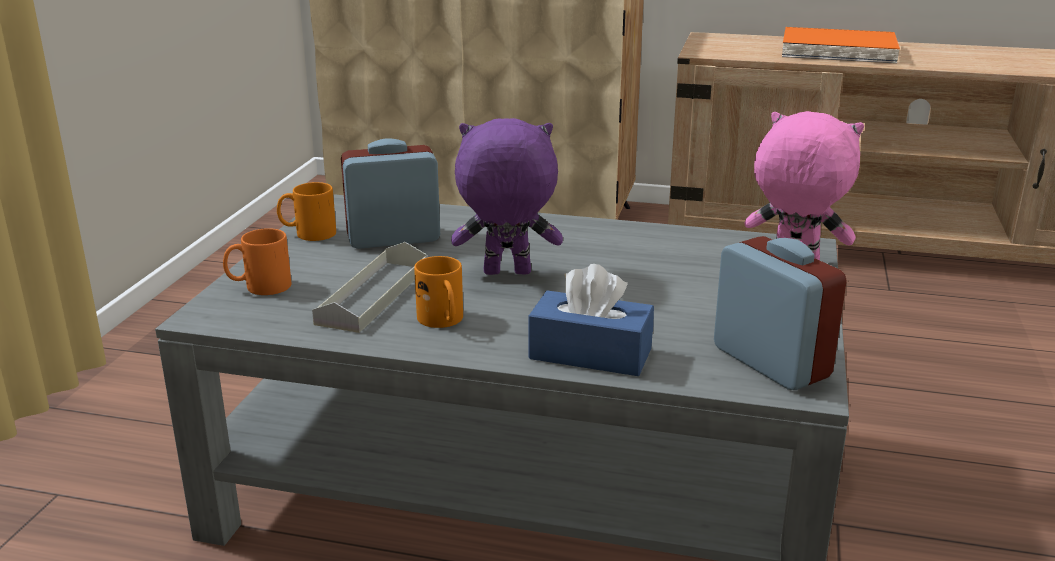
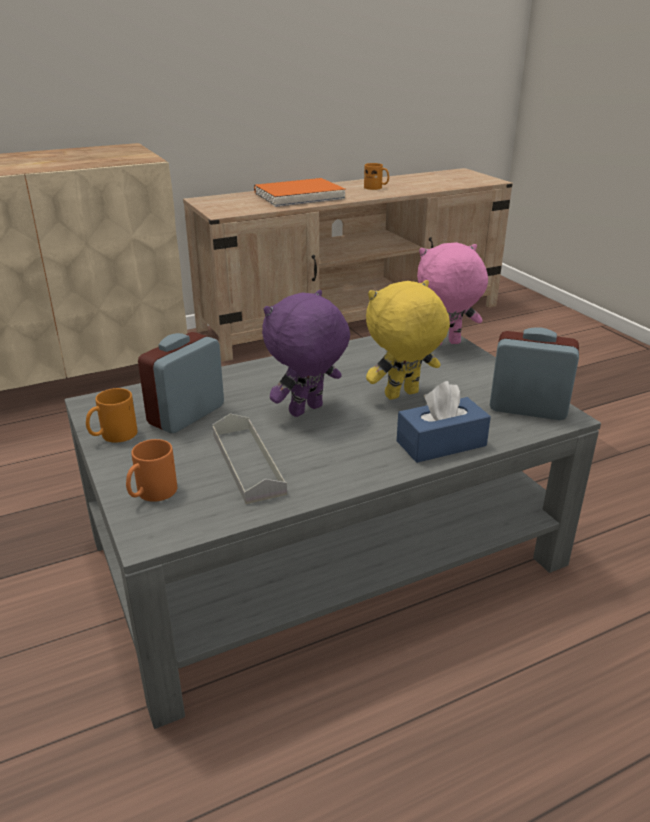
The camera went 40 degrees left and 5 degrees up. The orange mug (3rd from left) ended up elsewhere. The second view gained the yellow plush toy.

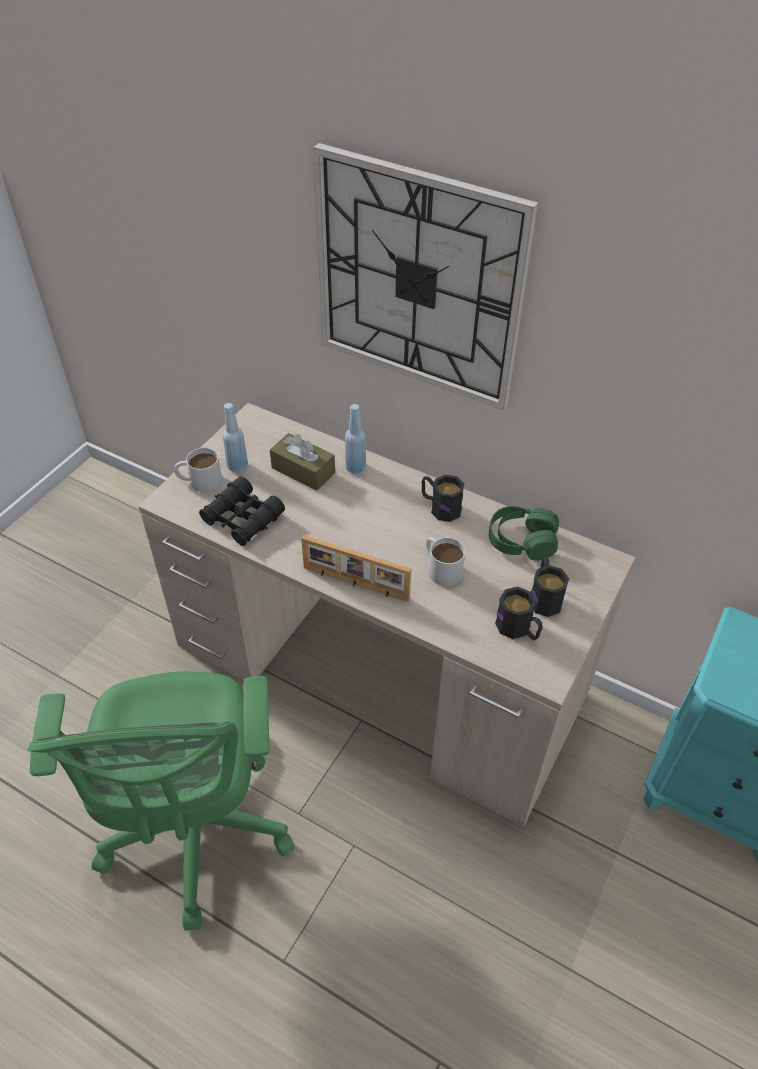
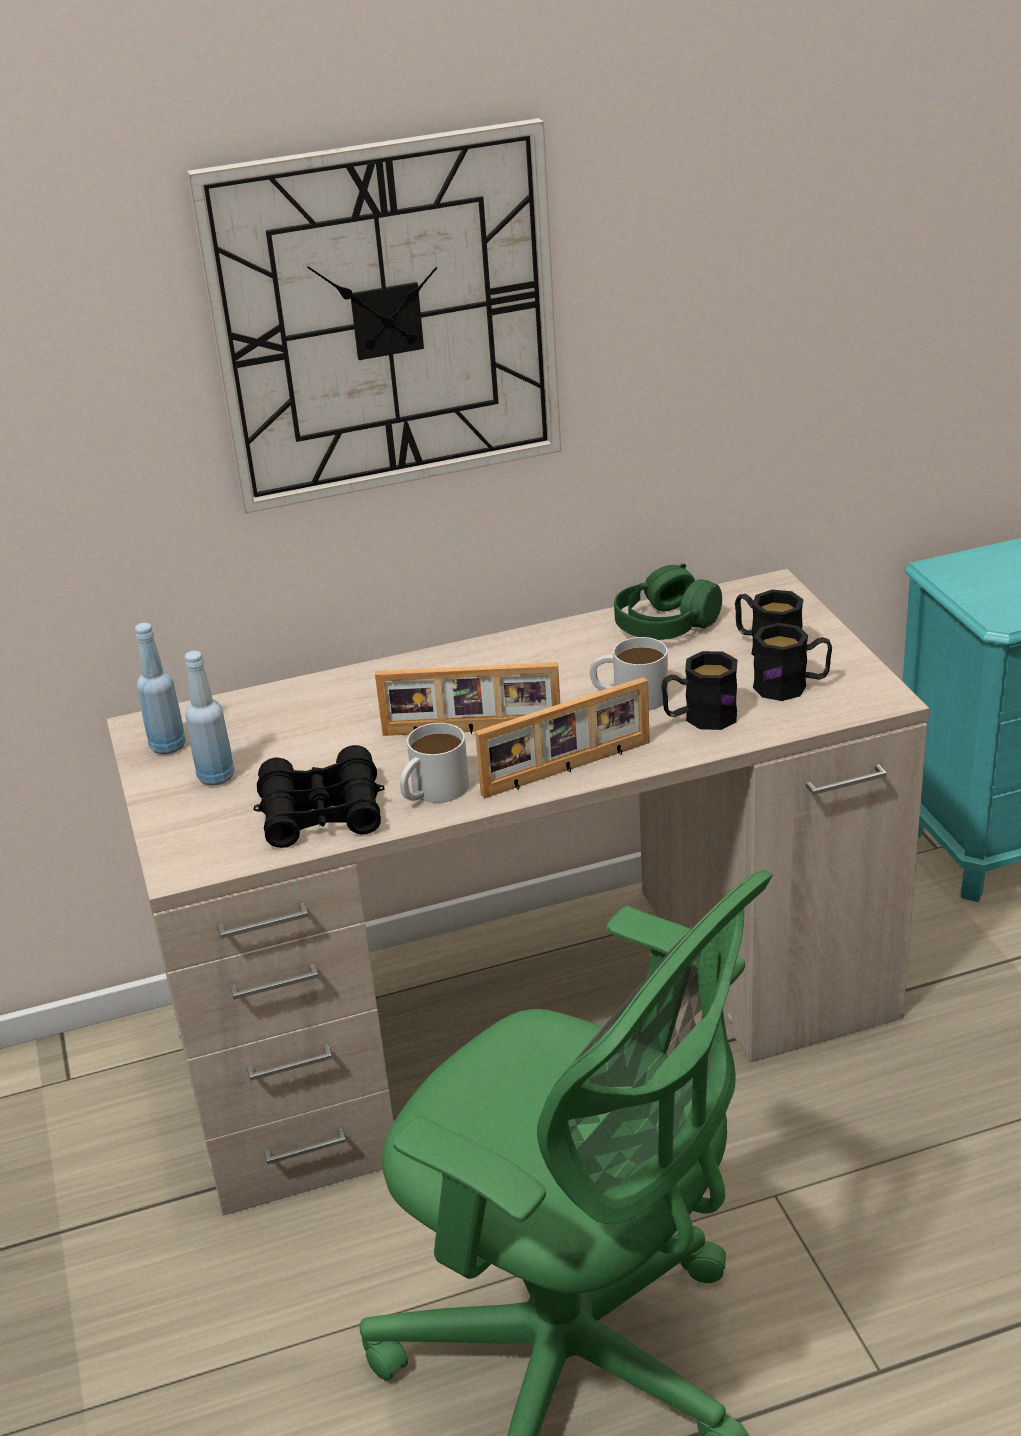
The camera went 45 degrees left and 15 degrees down. The blue bottle (2nd from left in the first image) ended up elsewhere. The second view lost the brown tissue box. The white mug (1st from left) ended up elsewhere. The black mug (1st from left) ended up elsewhere. The second view gained the picture frame (1st from left).

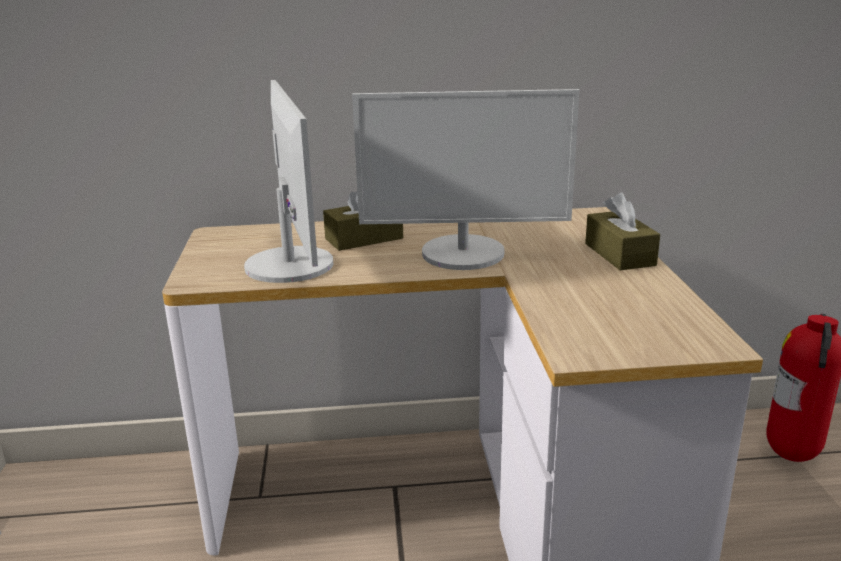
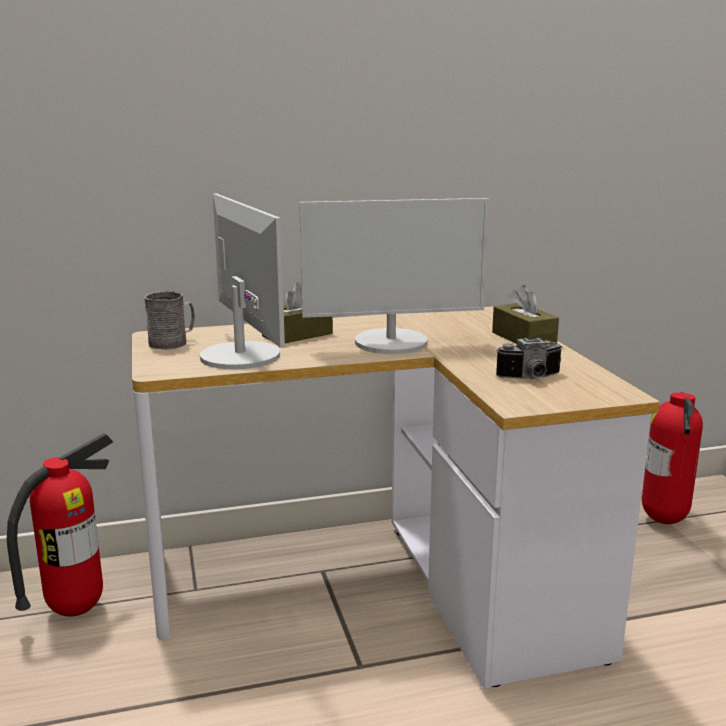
The camera went 10 degrees left and 5 degrees down. The second view gained the grey mug. The second view gained the photo camera. The second view gained the fire extinguisher (1st from left).

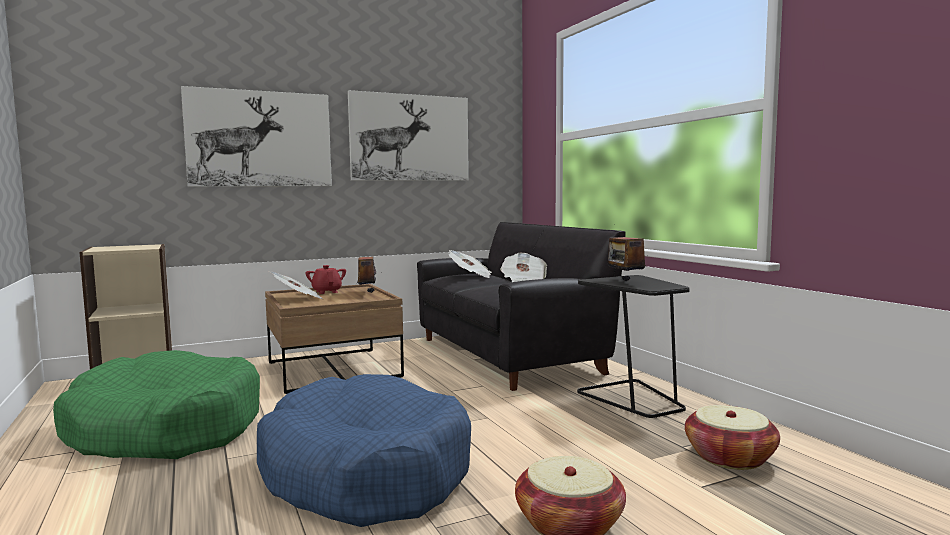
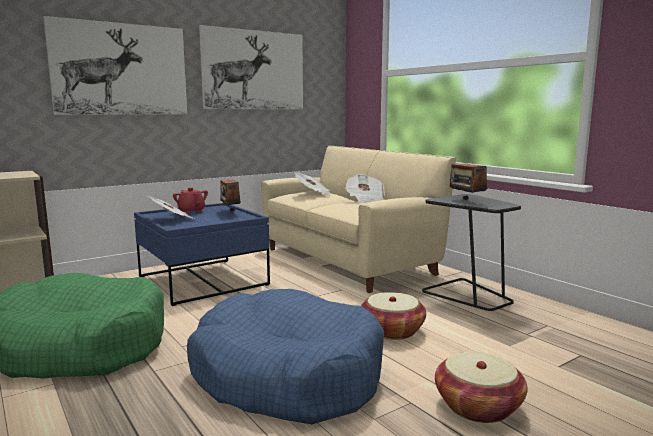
The camera went 10 degrees left and 5 degrees up. What was the black sofa turned into the beige sofa. What was the brown coffee table turned into the blue coffee table. The basket (2nd from left in the first image) ended up elsewhere.

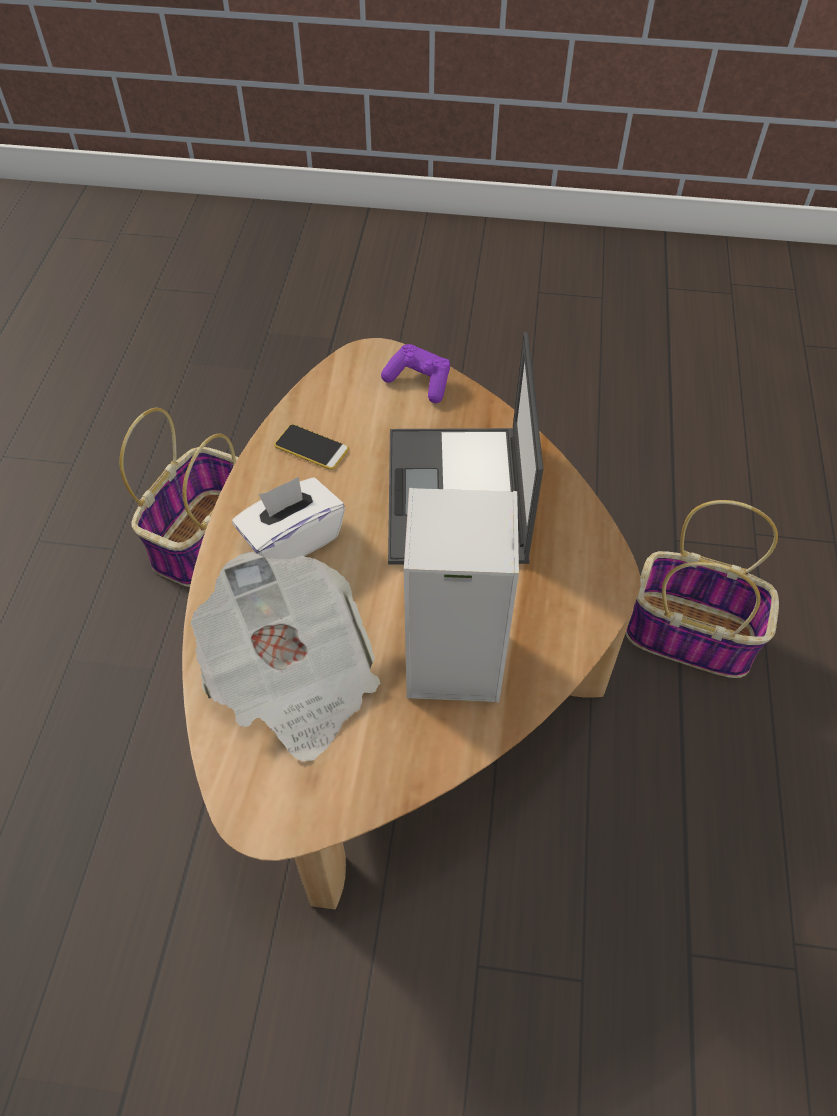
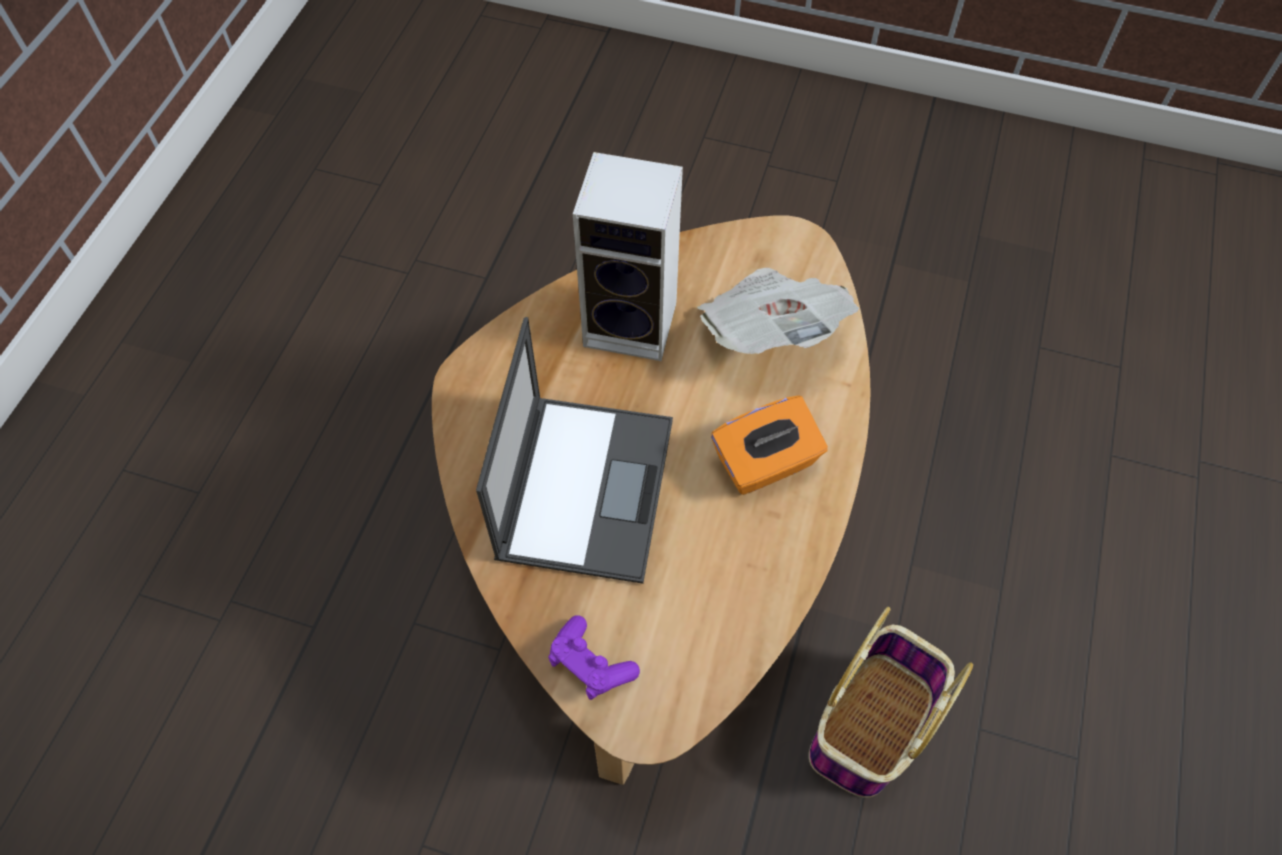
The camera went 170 degrees left and 5 degrees up. The second view lost the phone. What was the white tissue box turned into the orange tissue box. The second view lost the basket (2nd from left).

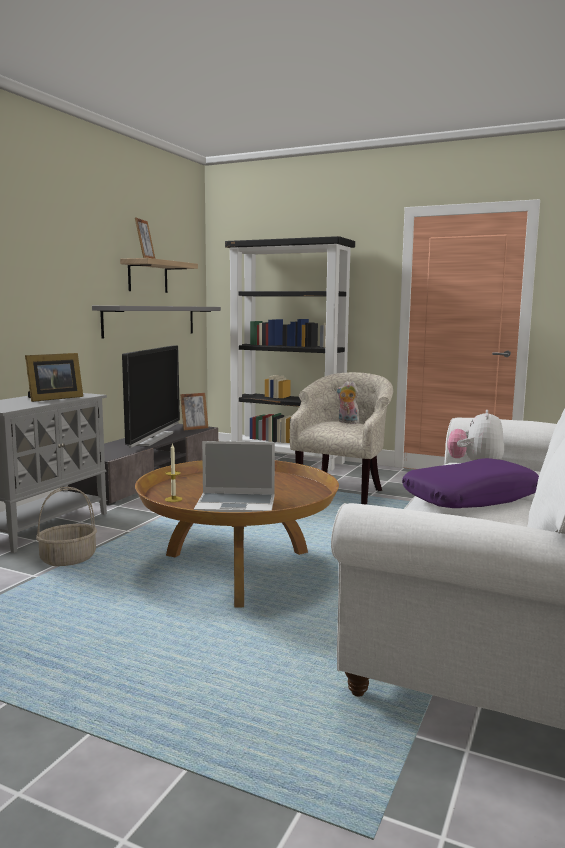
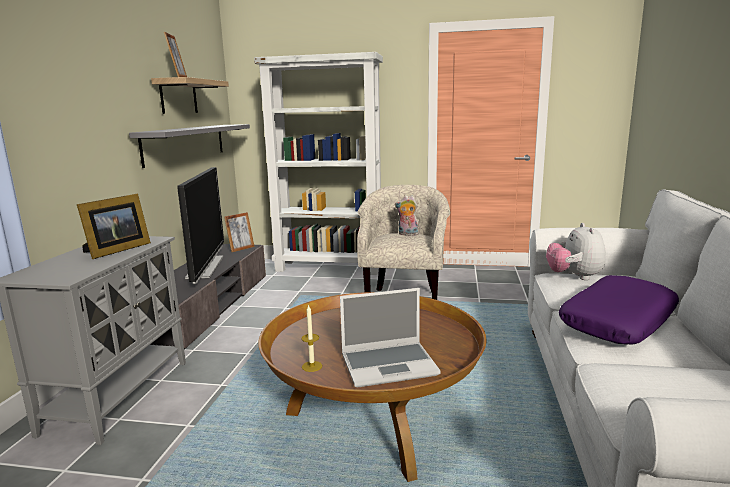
The camera went 15 degrees left and 5 degrees up. What was the black bookcase turned into the white bookcase. The second view lost the basket.

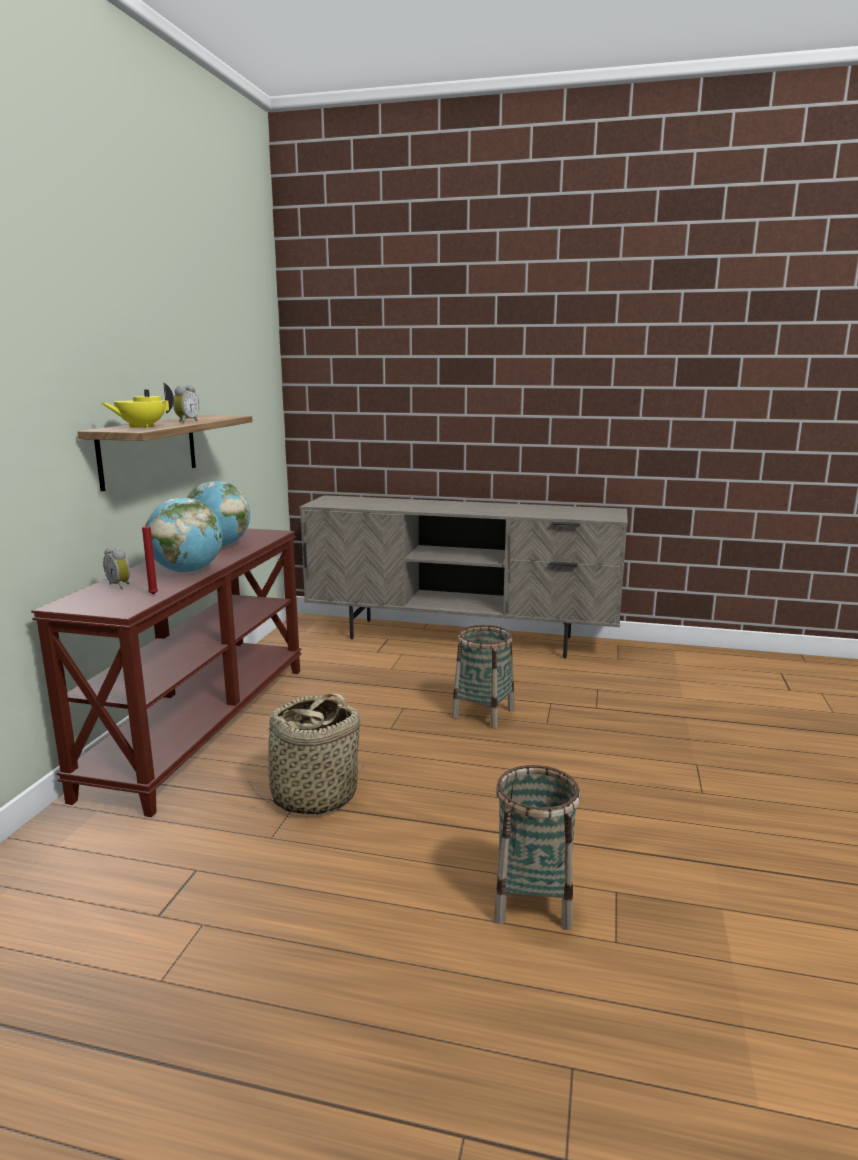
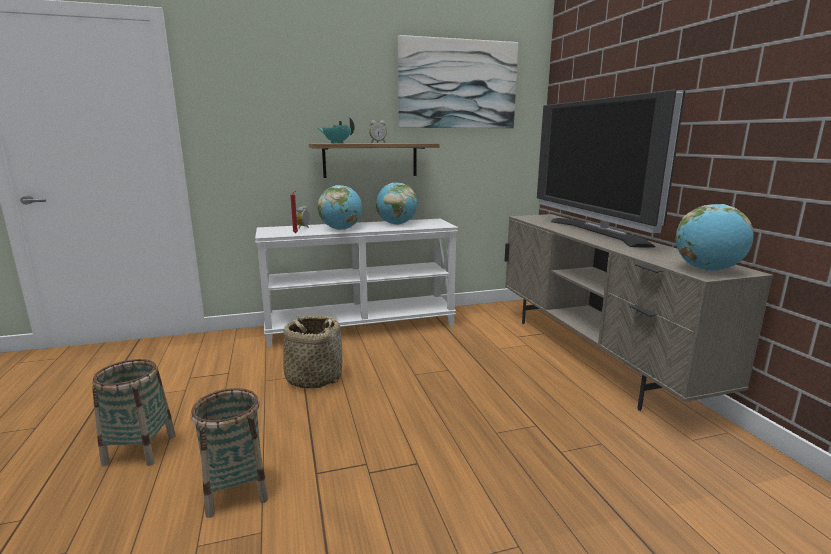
The camera went 60 degrees right and 0 degrees up. What was the yellow teapot turned into the turquoise teapot. What was the brown console table turned into the white console table. The basket (2nd from left in the first image) ended up elsewhere. The second view gained the picture. The second view gained the television. The second view gained the globe (3rd from left).

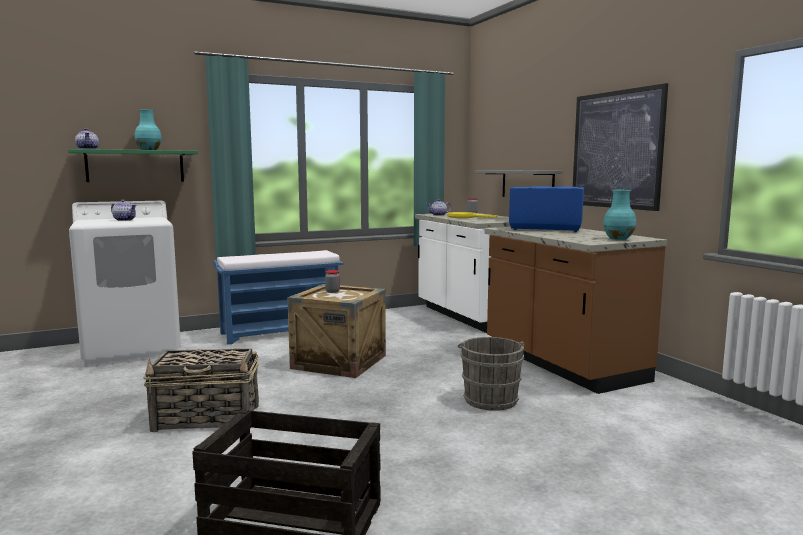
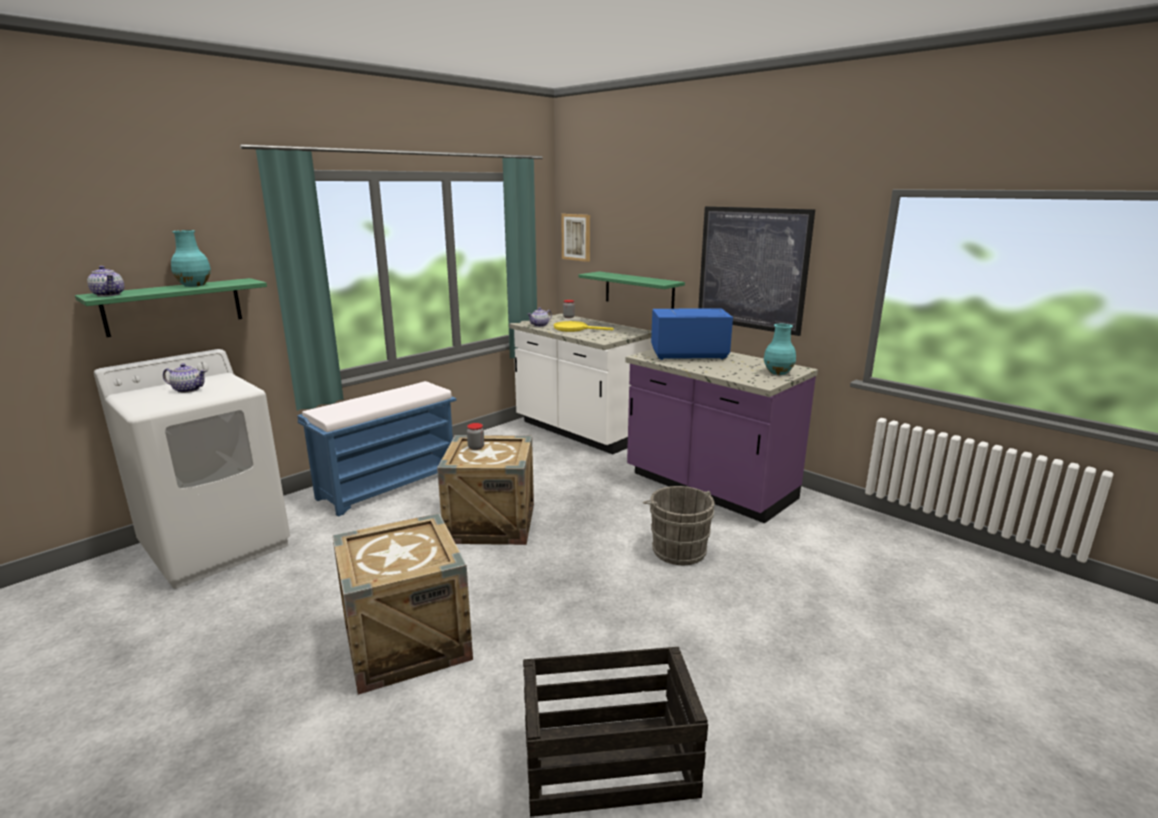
The camera went 20 degrees left and 10 degrees up. What was the grey shelf turned into the green shelf (2nd from left). What was the brown counter turned into the purple counter. Where the basket stood, the crate (1st from left) came to stand. The second view gained the picture (1st from left).

